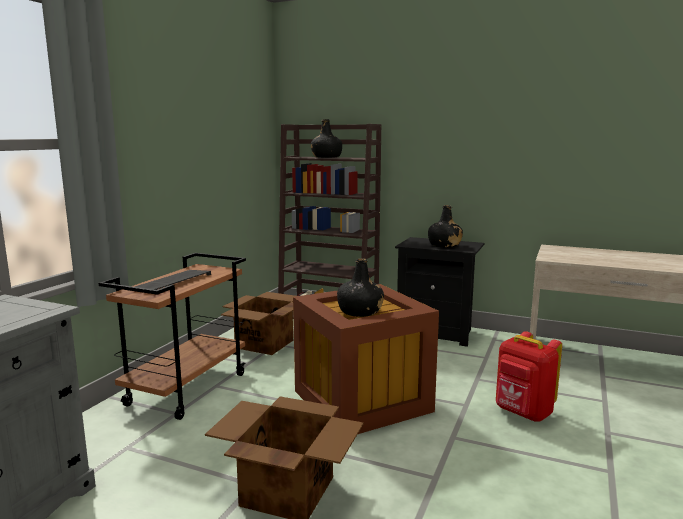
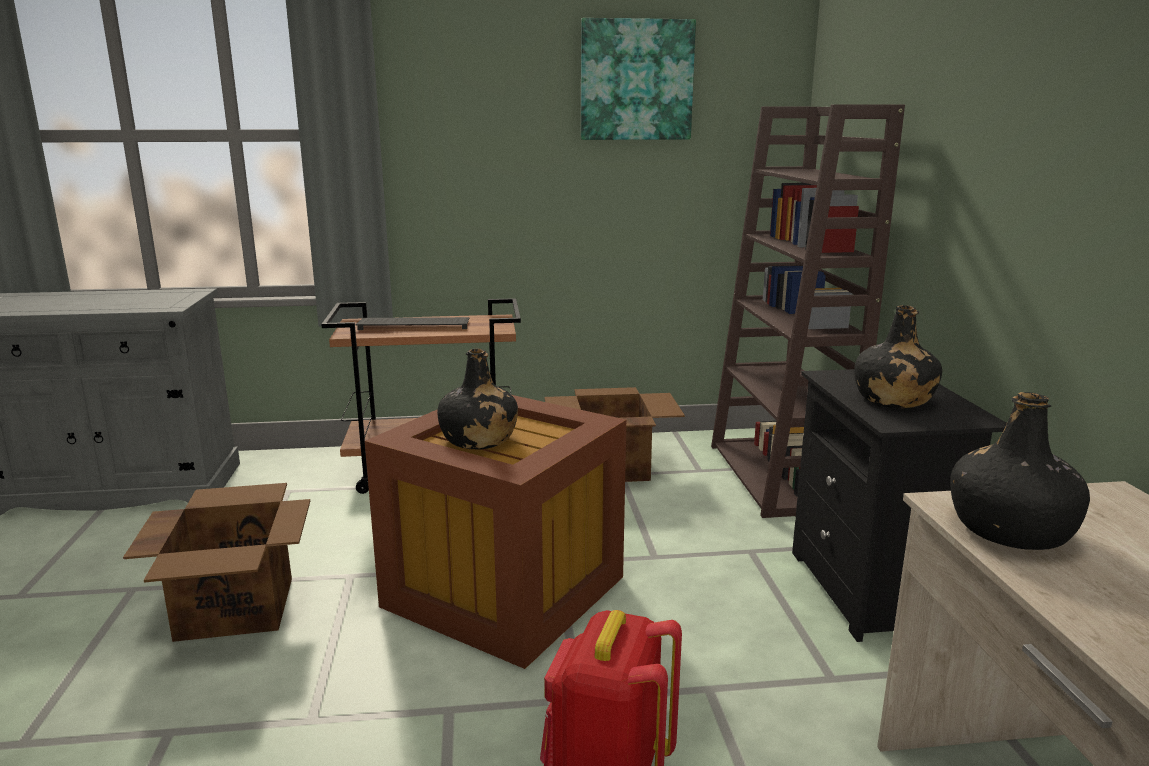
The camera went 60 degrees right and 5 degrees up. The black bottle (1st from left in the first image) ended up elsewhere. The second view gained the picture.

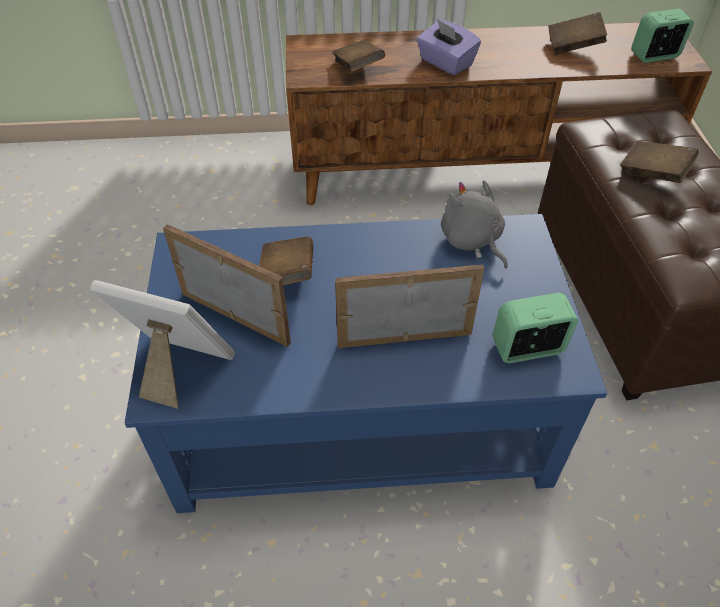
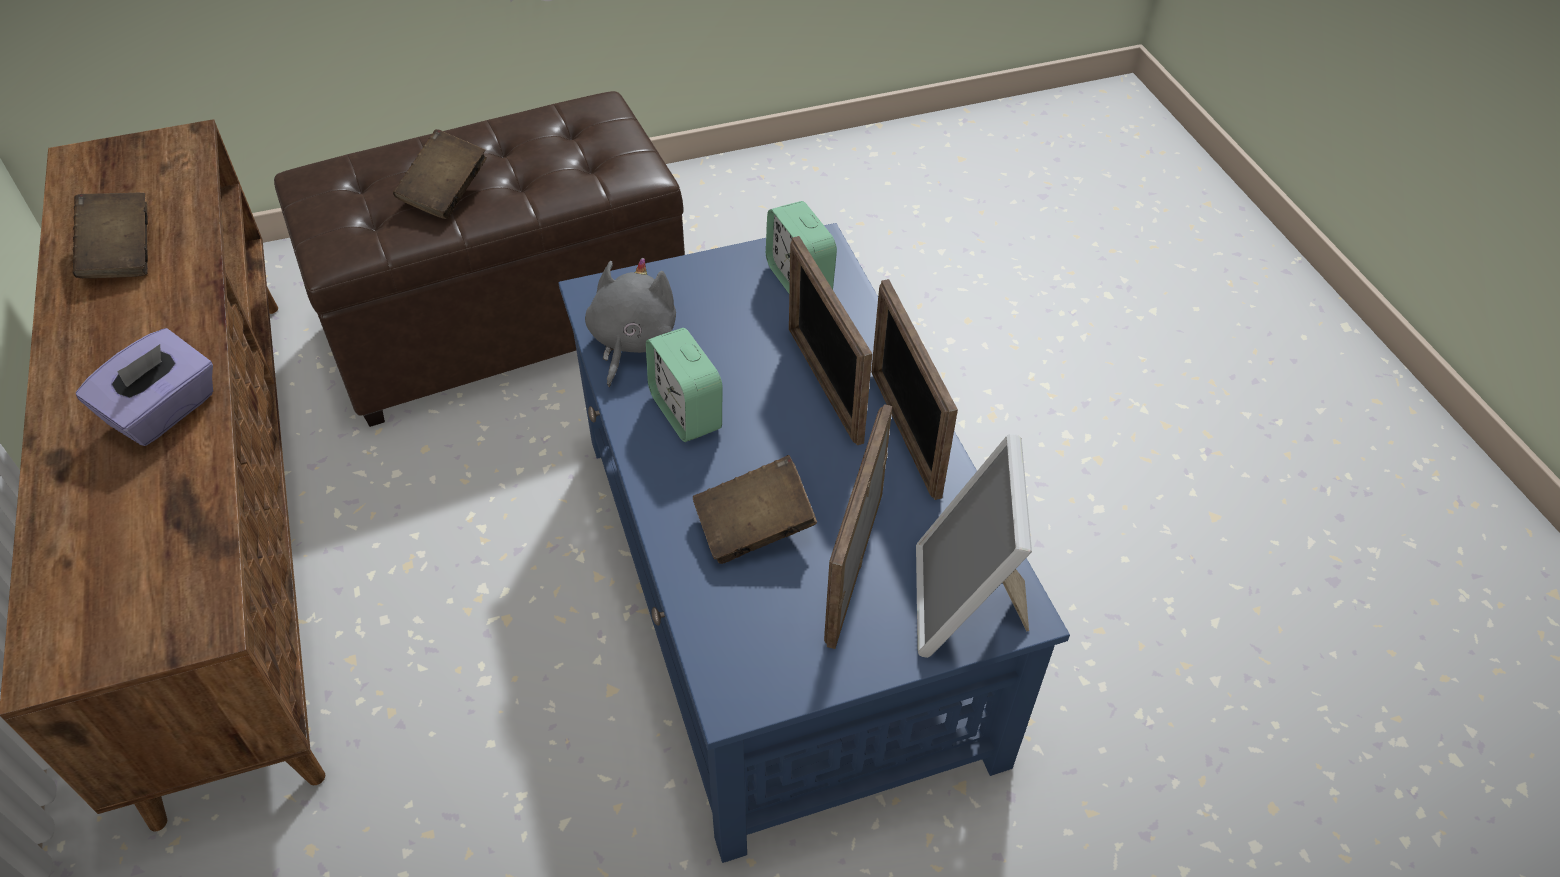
The camera went 105 degrees left and 0 degrees up. The alarm clock (2nd from left in the first image) ended up elsewhere. The second view lost the brown book (2nd from left). The grey plush toy ended up facing another way, 150 degrees clockwise from before. The second view gained the picture frame (3rd from left).

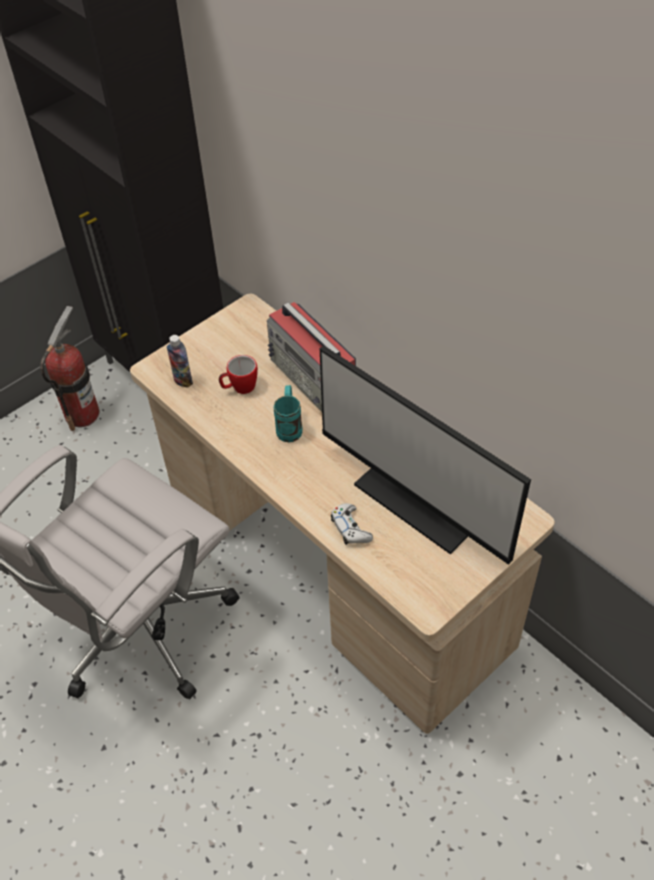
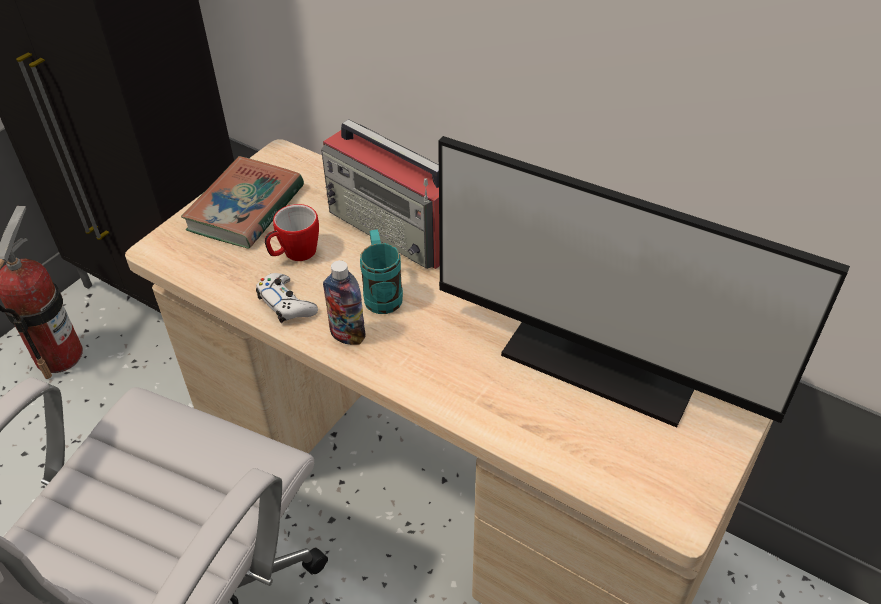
The camera went 15 degrees left and 5 degrees down. The bottle ended up elsewhere. The white game controller ended up elsewhere. The second view gained the book.

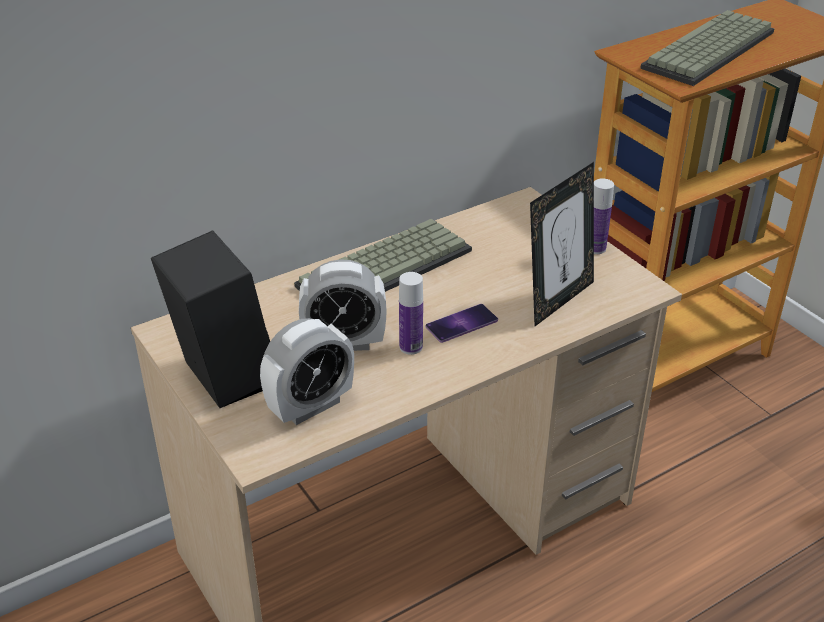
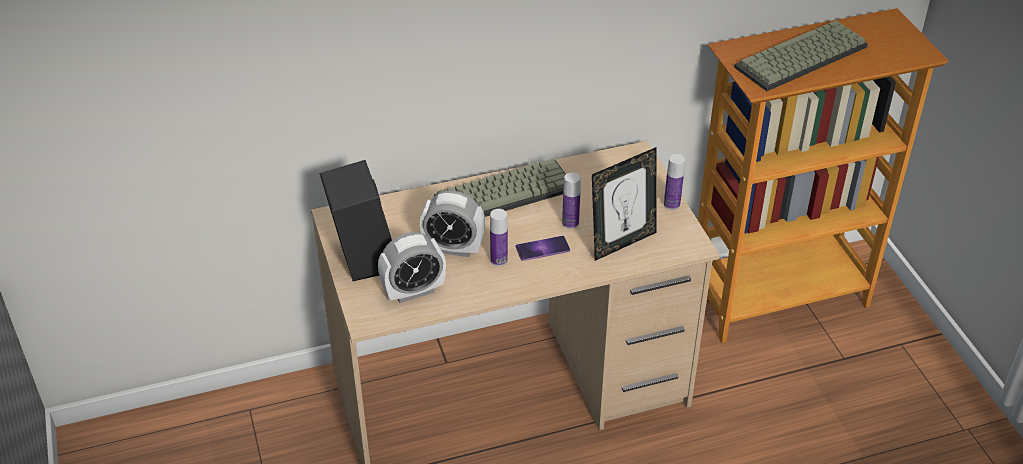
The camera went 15 degrees right and 5 degrees up. The second view gained the bottle (2nd from left).

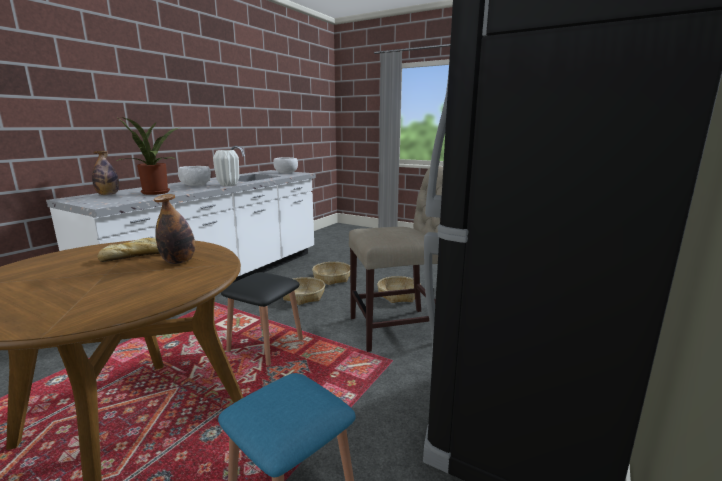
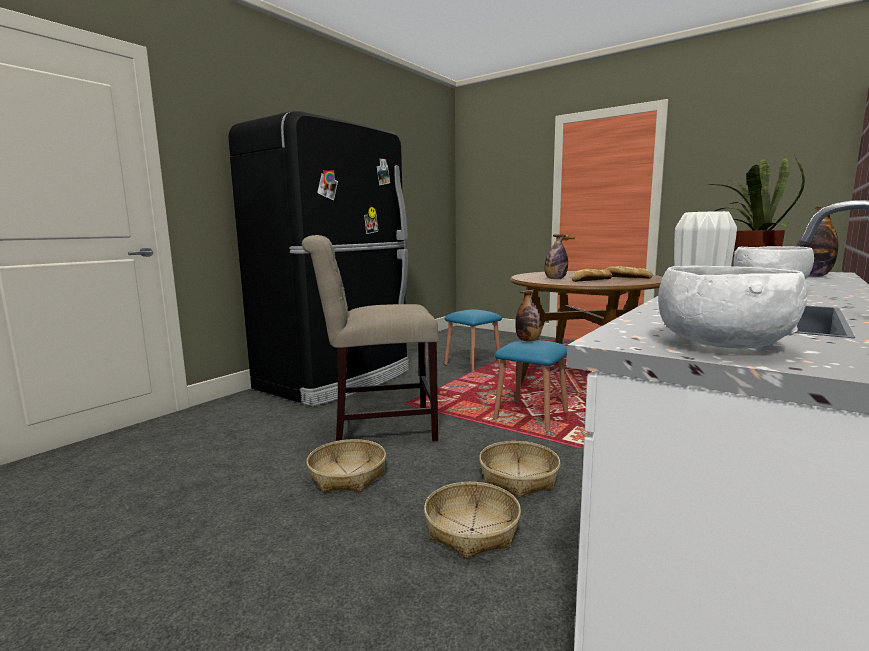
The camera went 175 degrees left and 5 degrees down. What was the black stool turned into the blue stool (2nd from left). The second view gained the bread (2nd from left). The second view gained the bottle (1st from left).

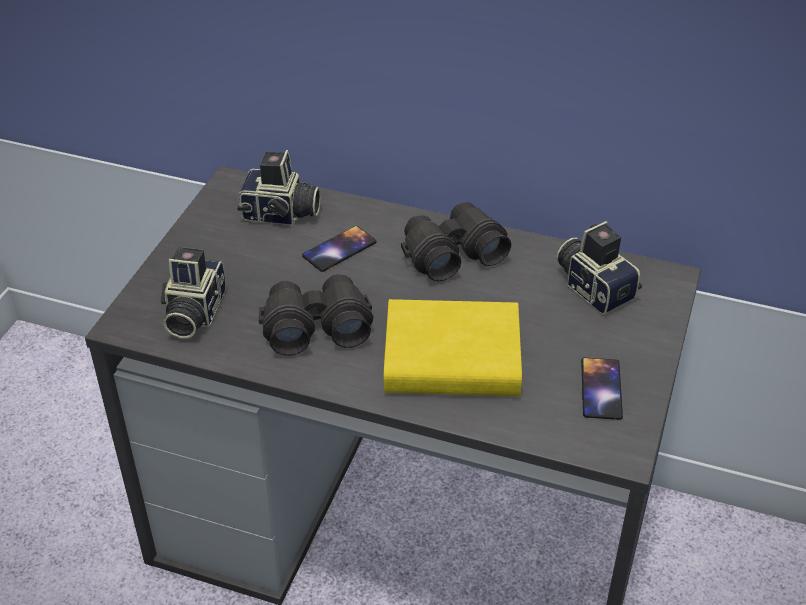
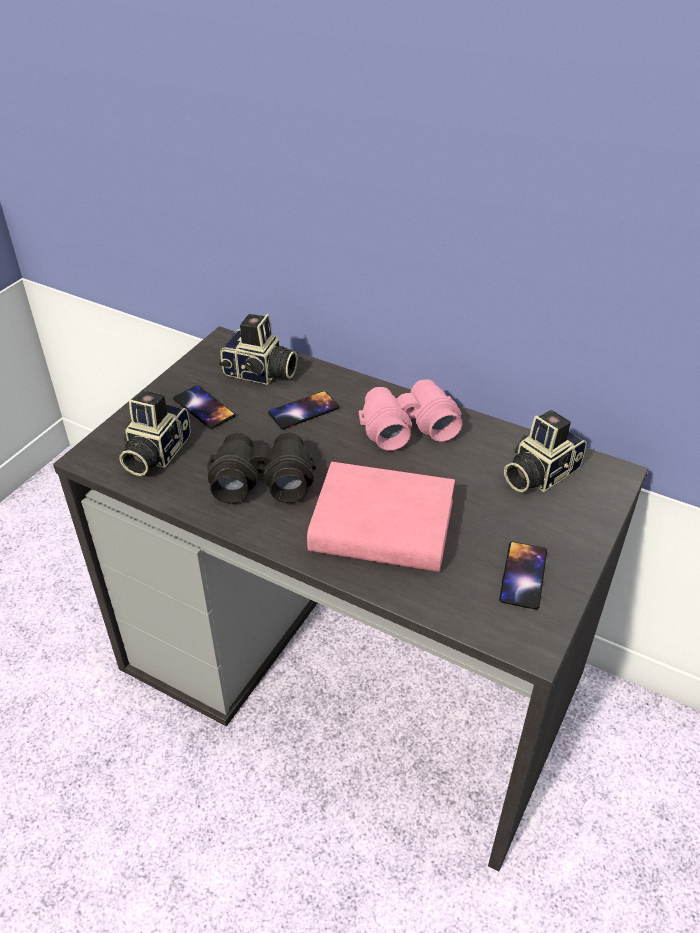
The camera went 10 degrees right and 0 degrees up. What was the black binoculars (2nd from left) turned into the pink binoculars. The photo camera (3rd from left) ended up facing another way, 105 degrees counterclockwise from before. What was the yellow book turned into the pink book. The second view gained the phone (1st from left).

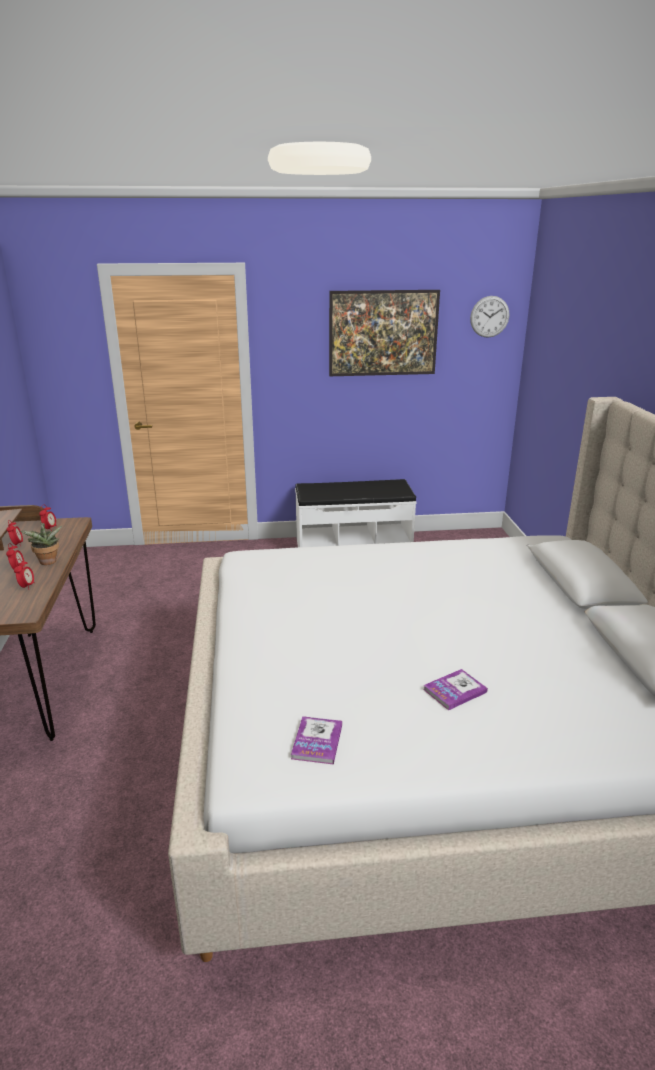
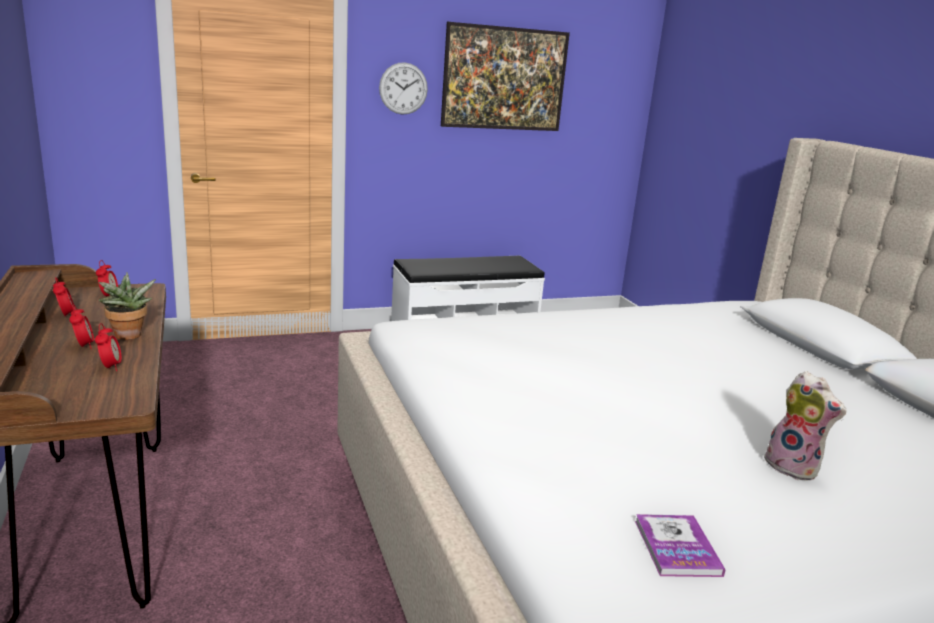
The camera went 15 degrees left and 5 degrees down. The wall clock ended up elsewhere. Where the book (2nd from left) stood, the plush toy came to stand.

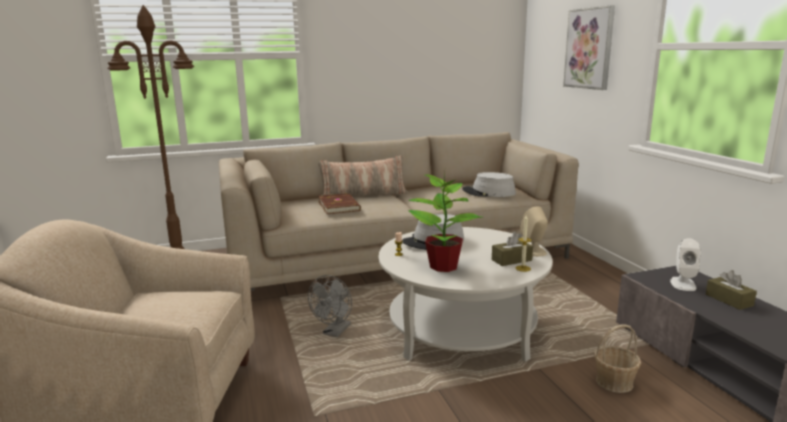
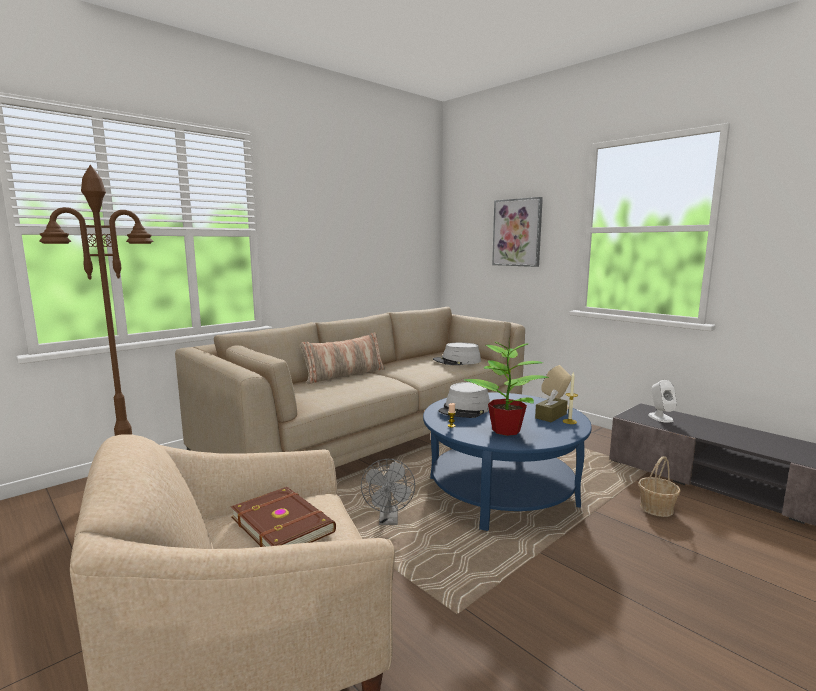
The camera went 25 degrees left and 5 degrees down. The brown book ended up elsewhere. What was the white coffee table turned into the blue coffee table. The second view lost the brown tissue box (2nd from left).

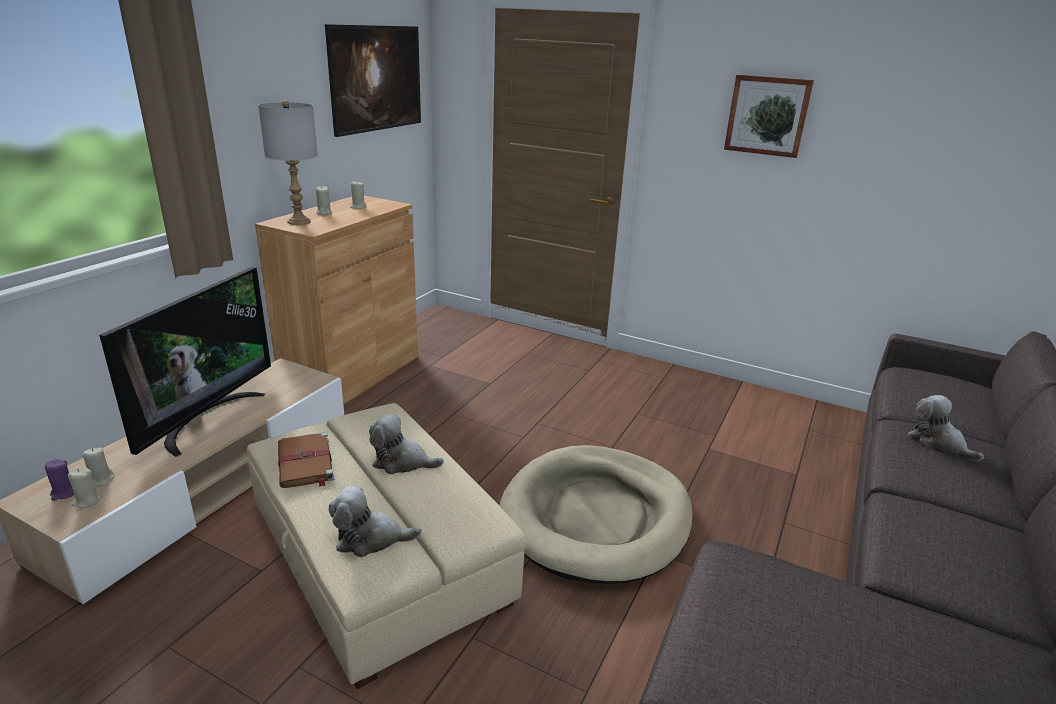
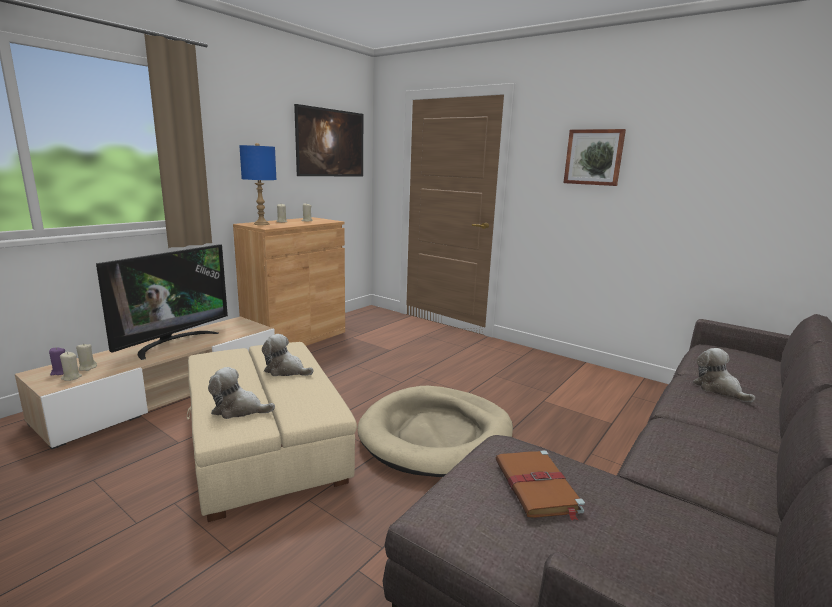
The camera went 10 degrees right and 10 degrees down. What was the grey table lamp turned into the blue table lamp. The brown book ended up elsewhere.

